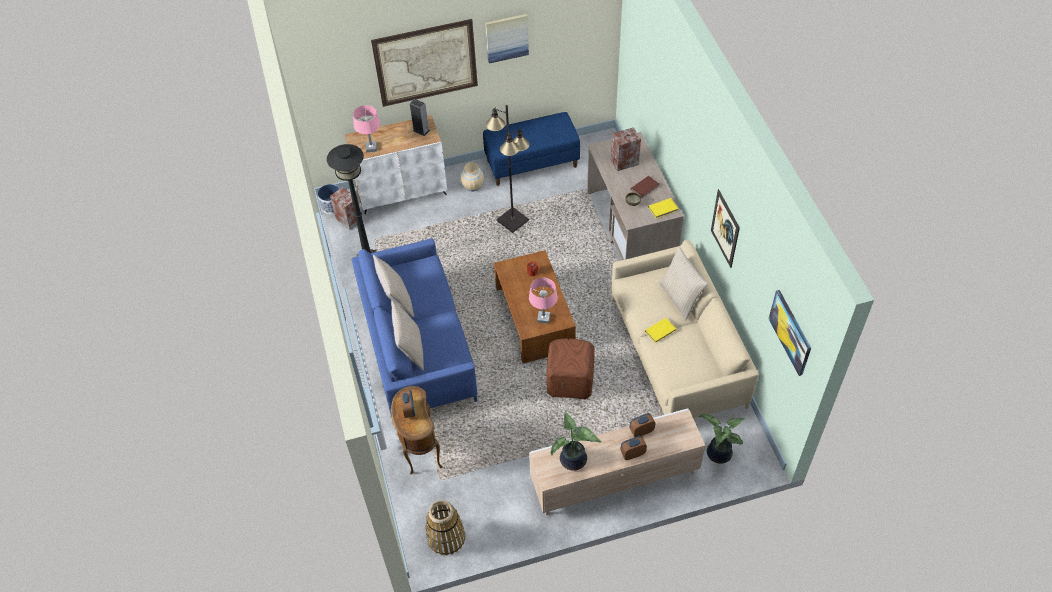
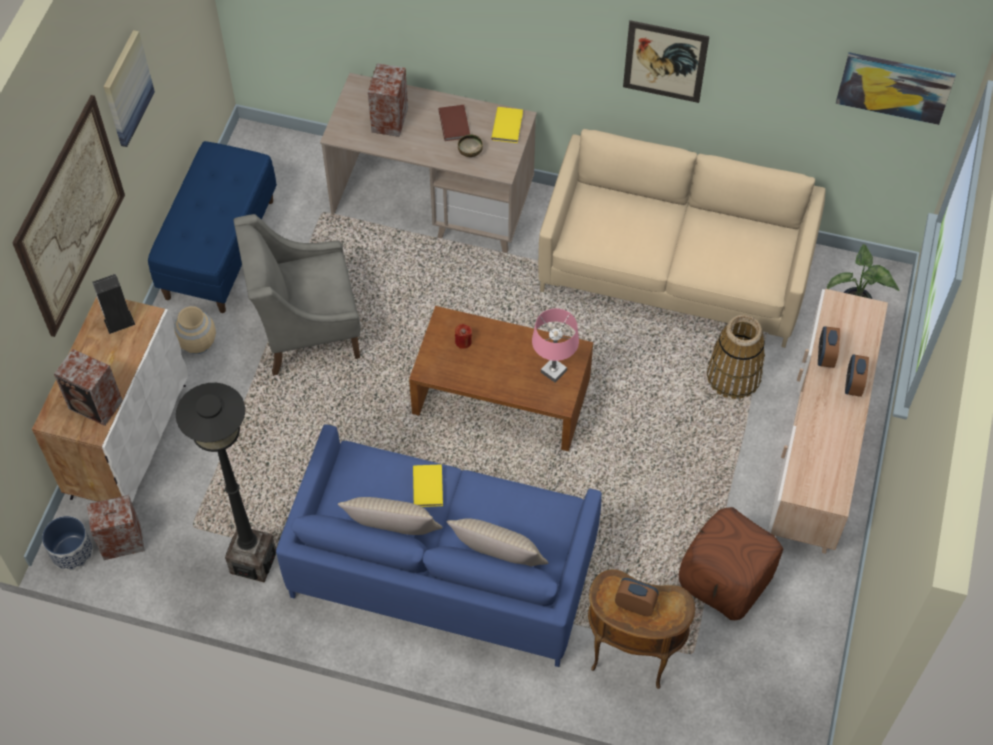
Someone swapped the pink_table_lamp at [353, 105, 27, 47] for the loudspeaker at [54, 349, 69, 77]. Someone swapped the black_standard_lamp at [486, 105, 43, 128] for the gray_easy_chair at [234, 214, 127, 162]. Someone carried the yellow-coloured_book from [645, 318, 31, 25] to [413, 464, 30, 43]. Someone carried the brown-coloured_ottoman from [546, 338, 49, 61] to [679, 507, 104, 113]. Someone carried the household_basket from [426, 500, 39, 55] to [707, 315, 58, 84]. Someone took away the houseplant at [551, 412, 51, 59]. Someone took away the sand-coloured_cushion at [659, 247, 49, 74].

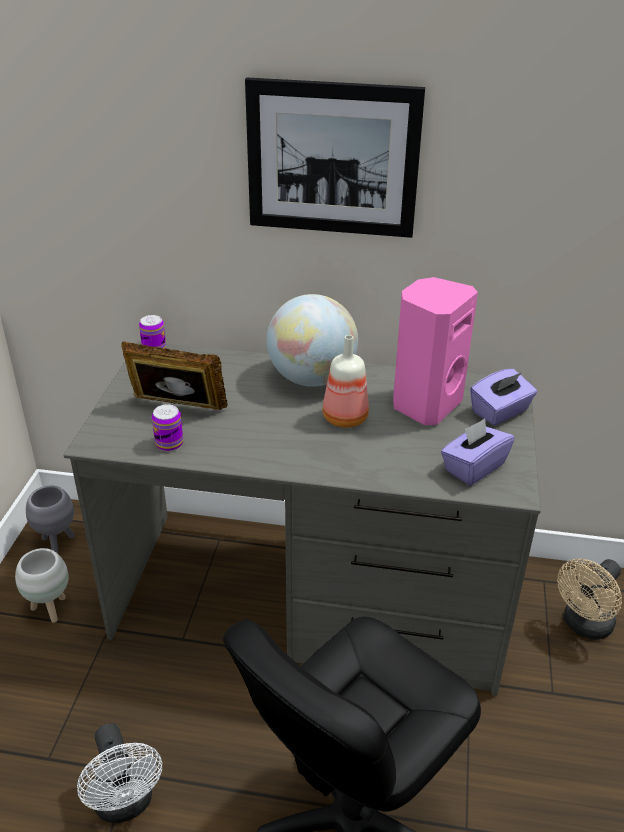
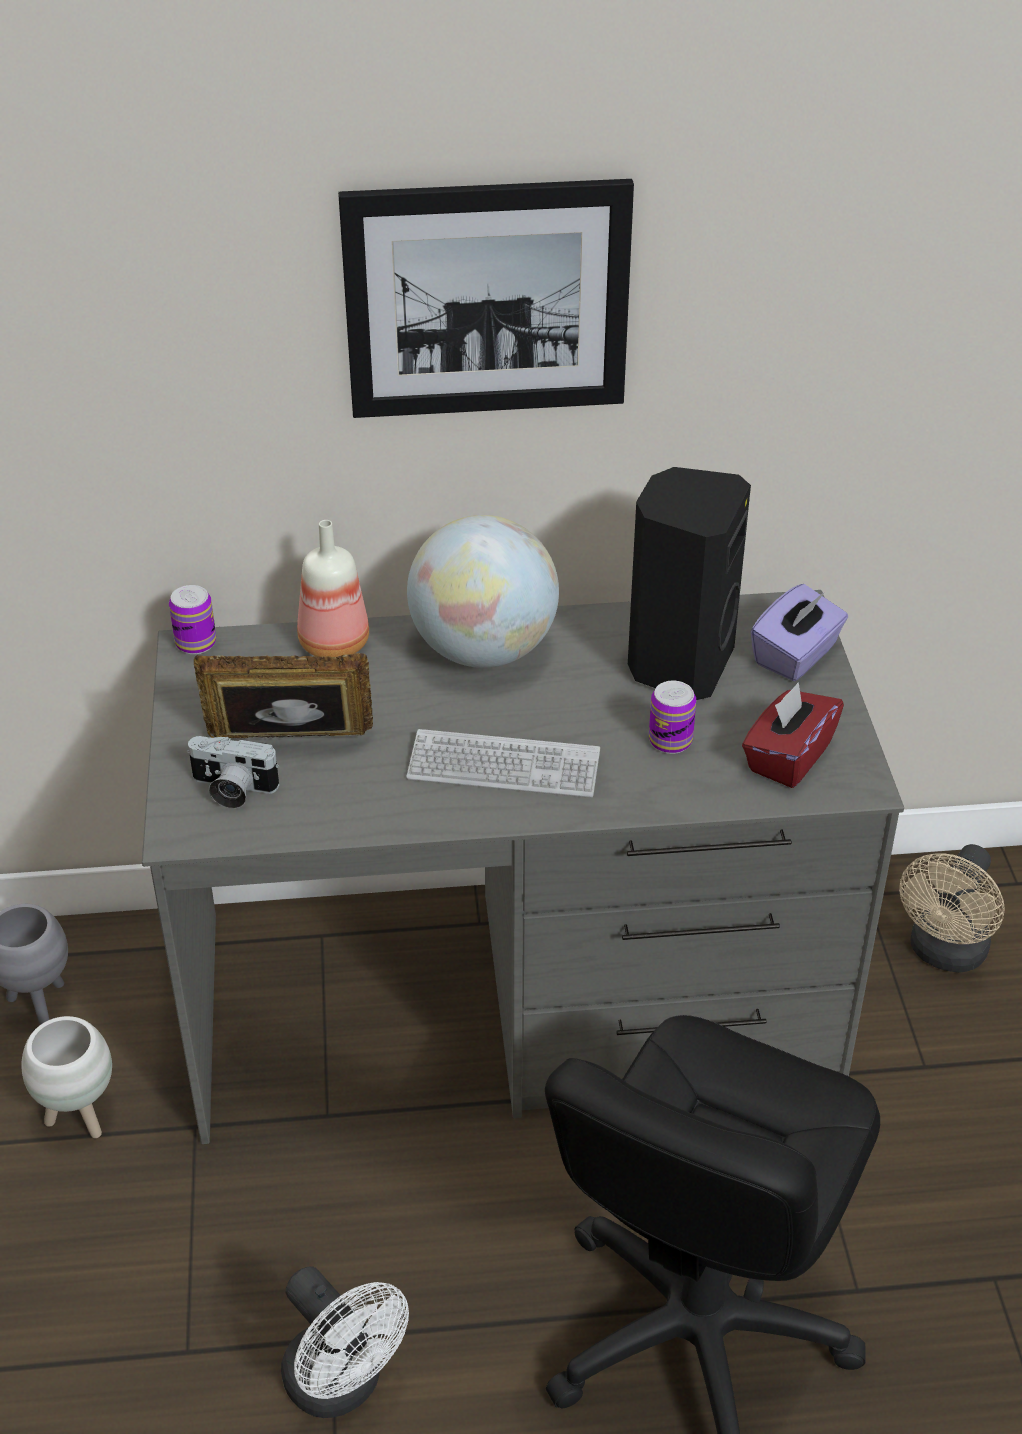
Someone put down the photo_camera at [187, 736, 93, 72]. Someone carried the bottle from [323, 335, 46, 93] to [297, 520, 72, 137]. Someone put down the PC_keyboard at [406, 729, 194, 69]. Someone repainted the pink_loudspeaker at [393, 277, 85, 148], which became the black_loudspeaker at [628, 467, 123, 233]. Someone carried the can from [152, 404, 31, 47] to [649, 681, 47, 73]. Someone repainted the purplish_tissue_holder at [441, 419, 74, 66], which became the reddish_tissue_holder at [742, 682, 102, 106].

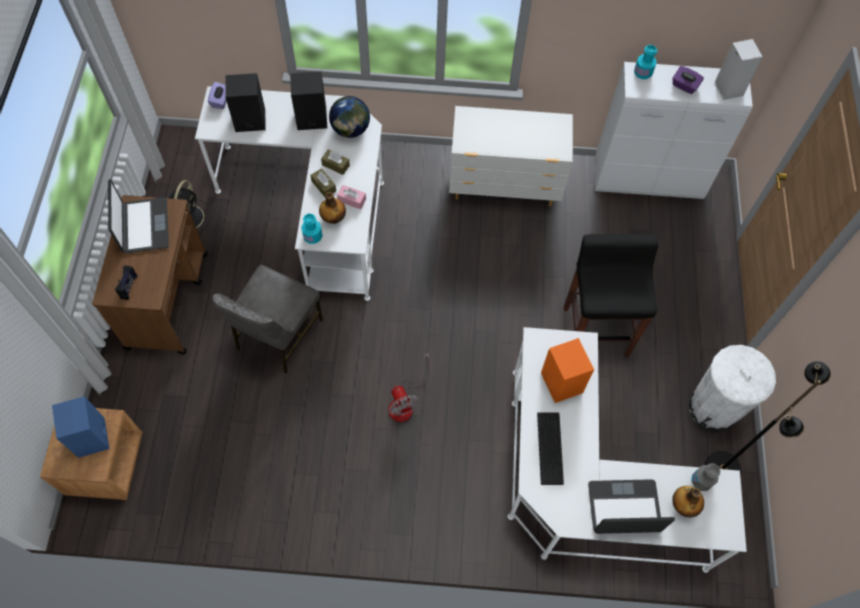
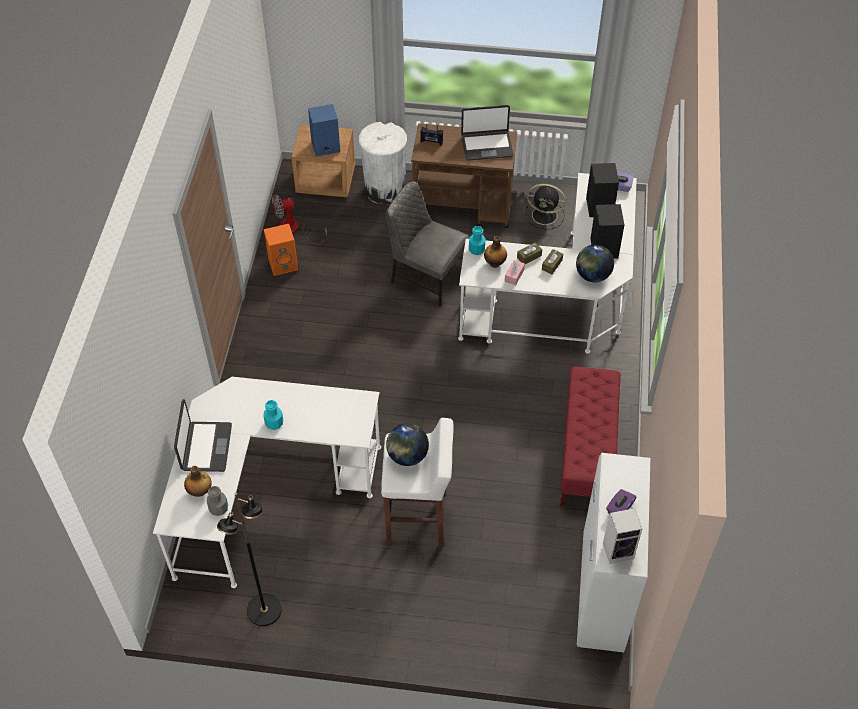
Someone carried the turquoise_bottle from [634, 45, 23, 34] to [263, 400, 20, 30]. Someone carried the orange_loudspeaker from [541, 338, 53, 65] to [264, 224, 34, 52]. Someone carried the fan from [389, 353, 40, 69] to [272, 194, 55, 50]. Someone carried the white_rubbish_bin from [689, 345, 87, 87] to [359, 122, 48, 83]. Someone repainted the black_stool at [564, 234, 95, 123], which became the white_stool at [381, 418, 72, 128]. Someone put down the globe at [386, 423, 43, 43]. Someone swapped the white_drawer_chest at [449, 106, 124, 101] for the reddish_indoor_bench at [560, 366, 61, 141]. Someone took away the PC_keyboard at [537, 413, 27, 72].

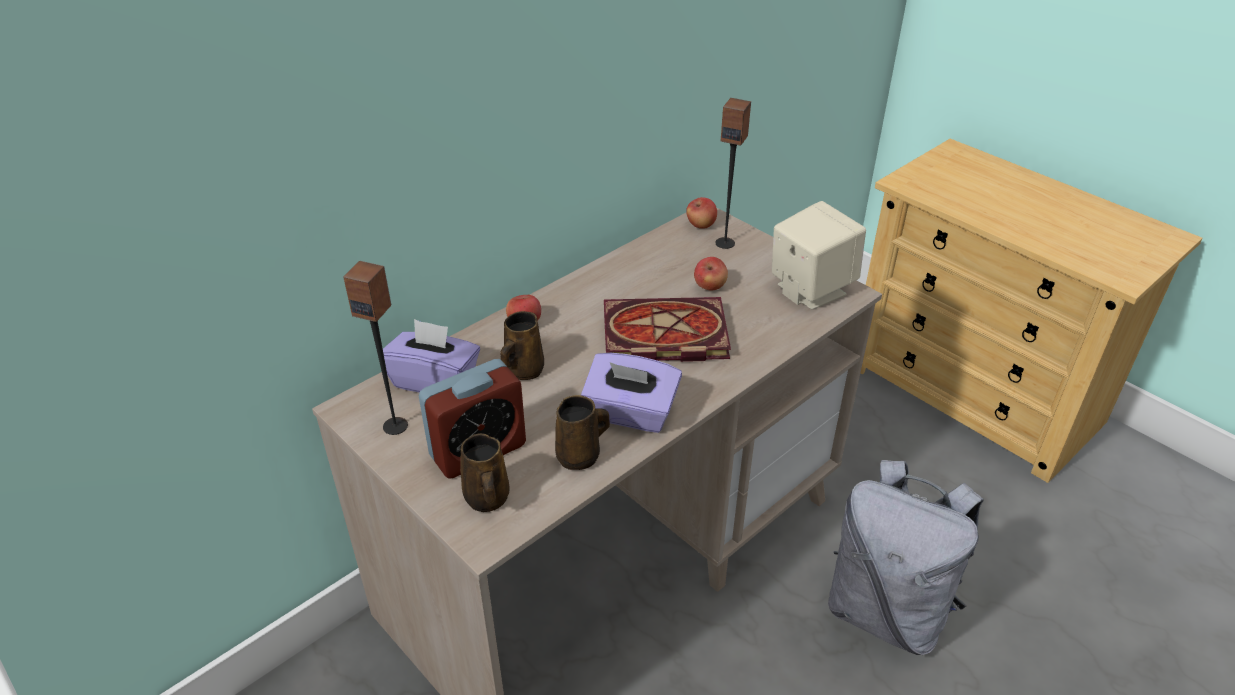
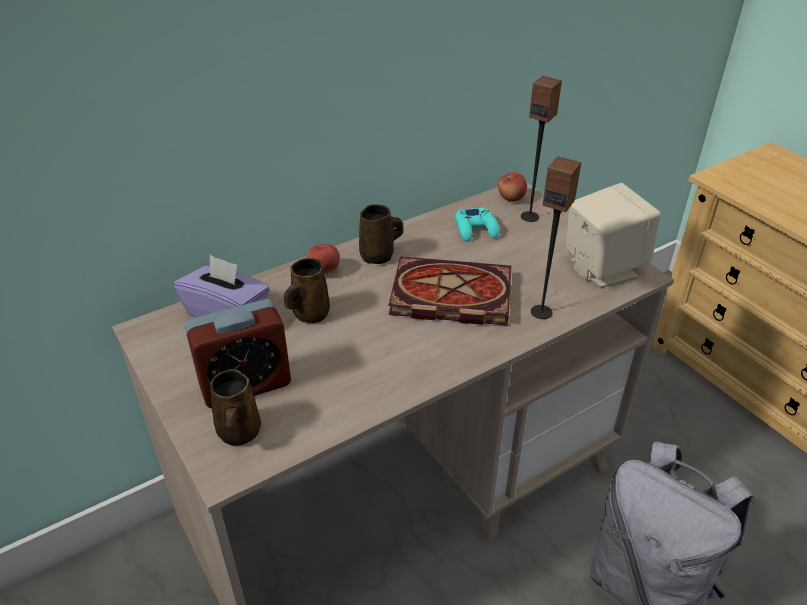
Someone carried the brown-coloured_coffee_mug from [555, 395, 55, 75] to [359, 204, 44, 60]. Someone put down the turquoise_joypad at [455, 208, 44, 34]. Someone carried the loudspeaker from [343, 261, 65, 174] to [531, 156, 50, 163]. Someone took away the purplish_tissue_holder at [581, 353, 101, 80]. Someone took away the apple_fruit at [694, 257, 34, 34].

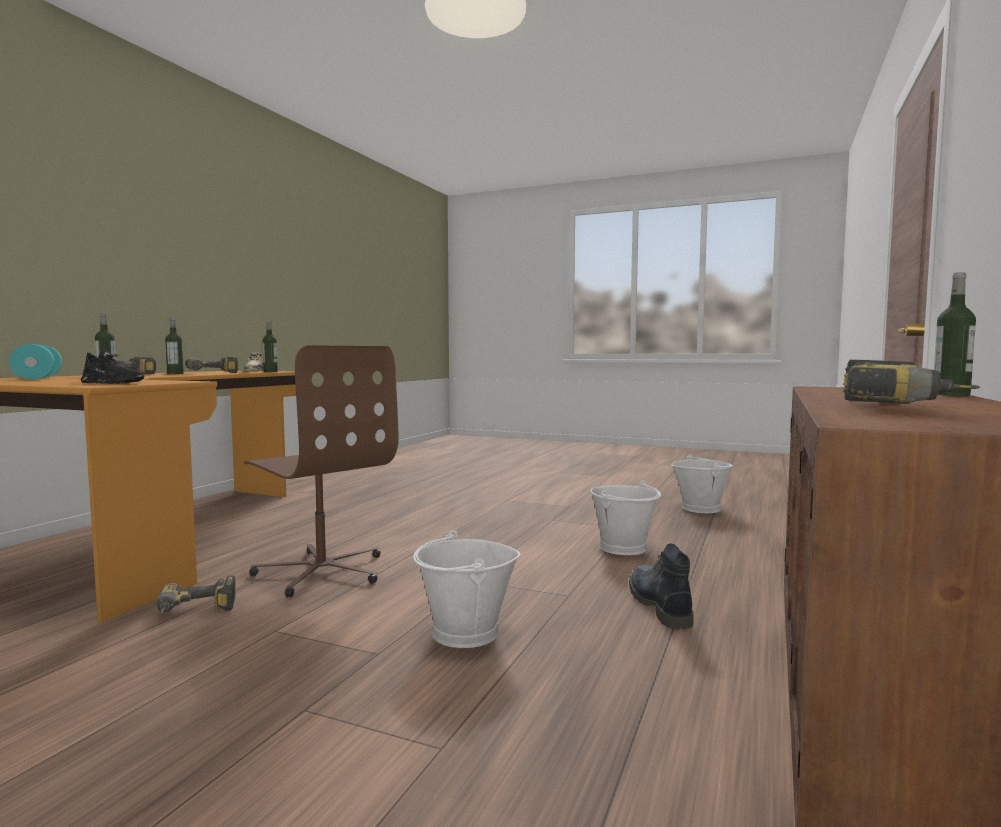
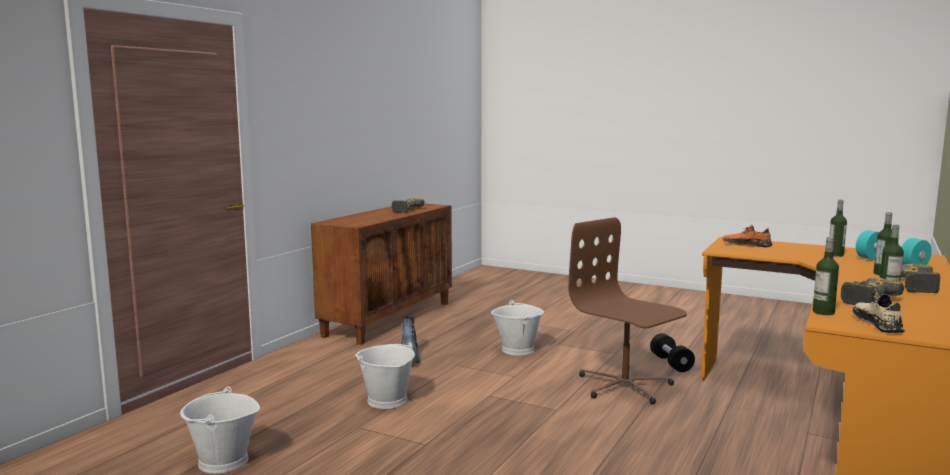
Someone swapped the power_drill at [157, 575, 78, 38] for the black_hand_weight at [650, 333, 45, 39]. Someone repainted the black_item_of_footwear at [81, 351, 63, 33], which became the orange_item_of_footwear at [722, 225, 50, 22]. Someone carried the bottle from [934, 272, 42, 124] to [829, 200, 18, 57].

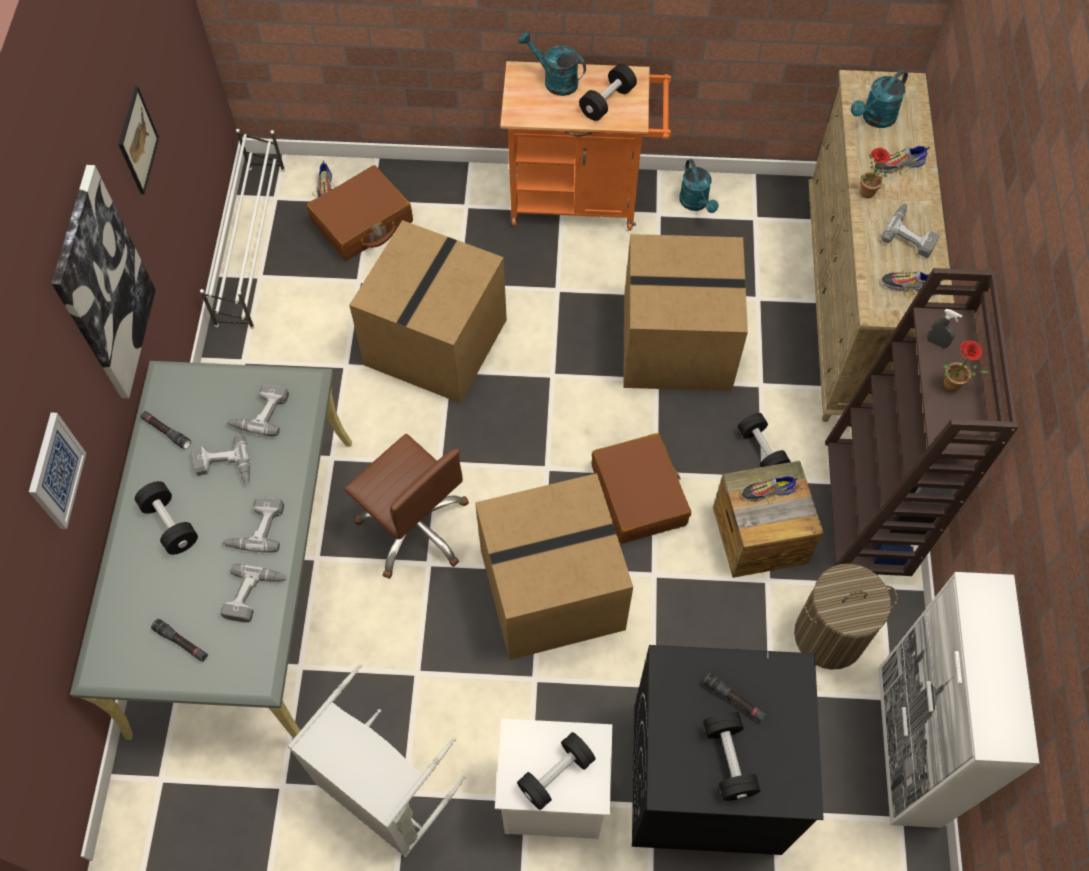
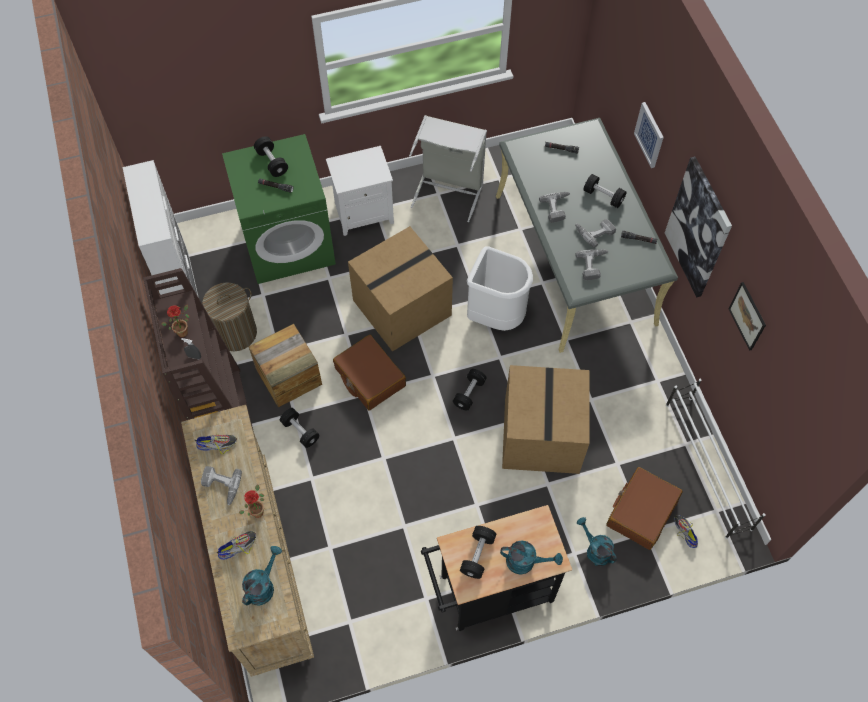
Someone repainted the black_washing_machine at [632, 645, 192, 210], which became the green-coloured_washing_machine at [222, 134, 114, 150]. Someone repainted the orange_cart at [500, 61, 171, 170], which became the black_cart at [421, 505, 151, 126]. Someone carried the black_hand_weight from [517, 732, 79, 78] to [453, 369, 34, 42]. Someone swapped the brown-coloured_office_chair at [344, 434, 125, 145] for the white_rubbish_bin at [467, 246, 66, 85]. Someone carried the turquoise_watering_pot from [679, 159, 40, 54] to [577, 517, 40, 49]. Someone took away the power_drill at [221, 564, 67, 58]. Someone took away the carton at [623, 234, 125, 157]. Someone took away the item_of_footwear at [742, 476, 56, 28].

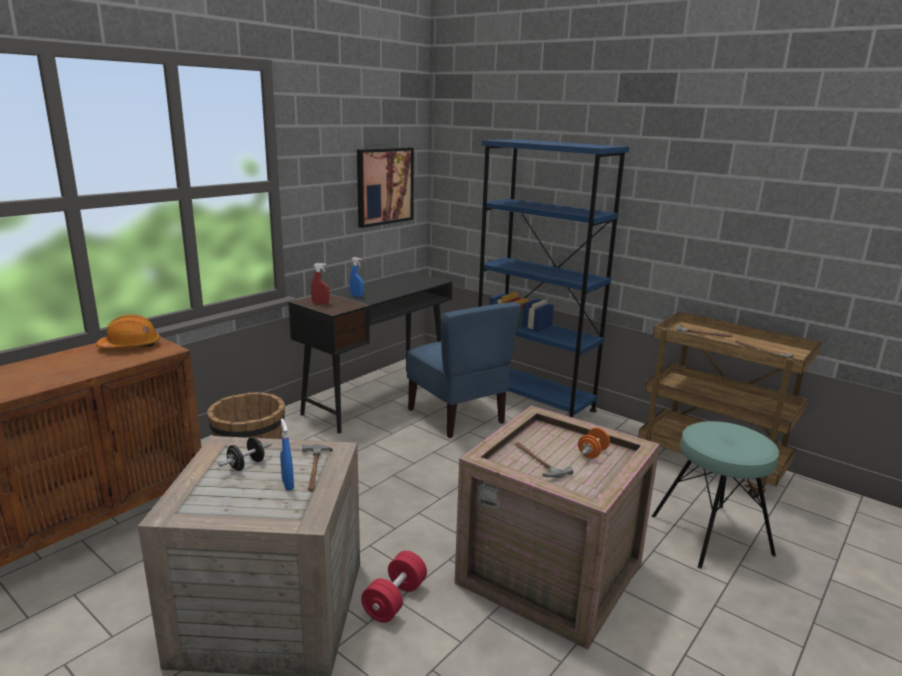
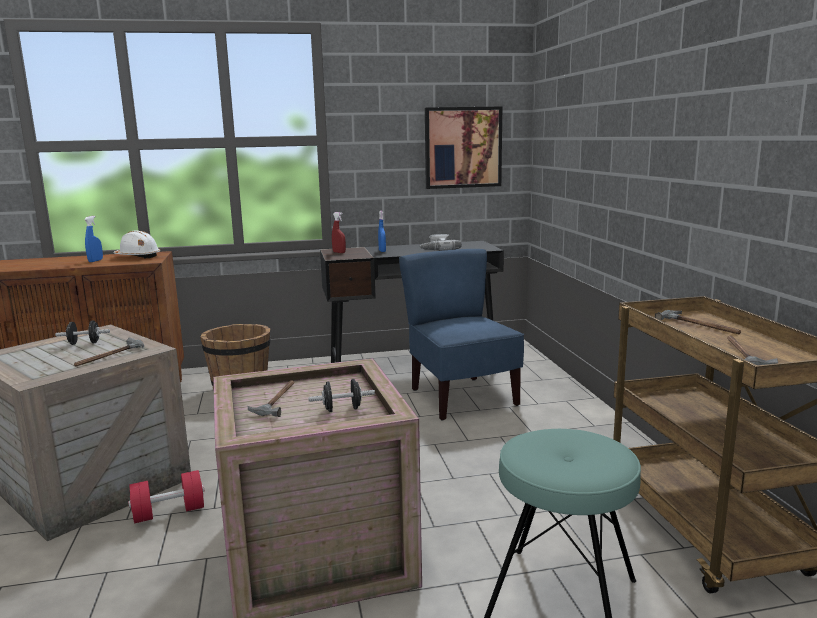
Someone carried the bluish_spray_bottle from [280, 418, 14, 72] to [84, 216, 19, 46]. Someone repainted the orange_safety_helmet at [96, 314, 64, 34], which became the white_safety_helmet at [114, 231, 46, 28]. Someone repainted the orange_hand_weight at [578, 427, 32, 32], which became the black_hand_weight at [308, 379, 67, 33]. Someone rotated the bluish_chair at [407, 302, 114, 136] by 150 degrees clockwise. Someone put down the power_drill at [419, 234, 43, 16]. Someone took away the bluish_bookshelf at [478, 139, 151, 279].

